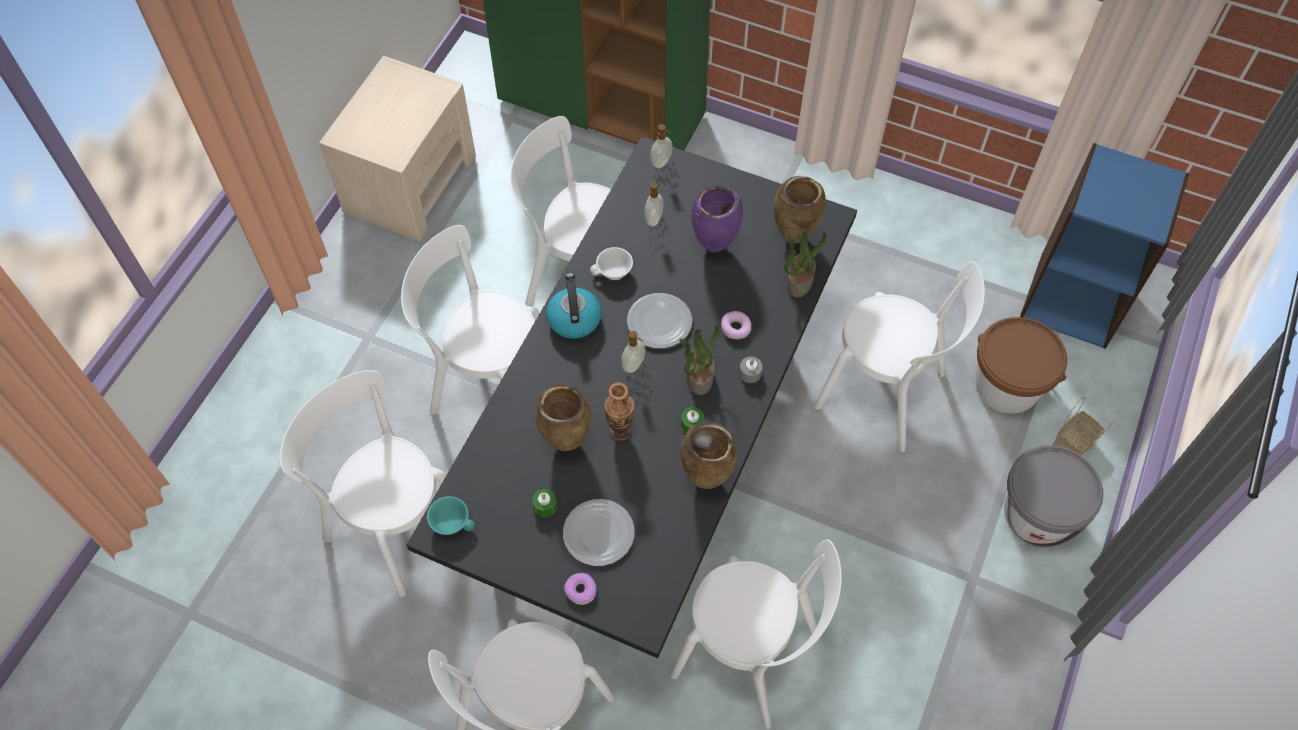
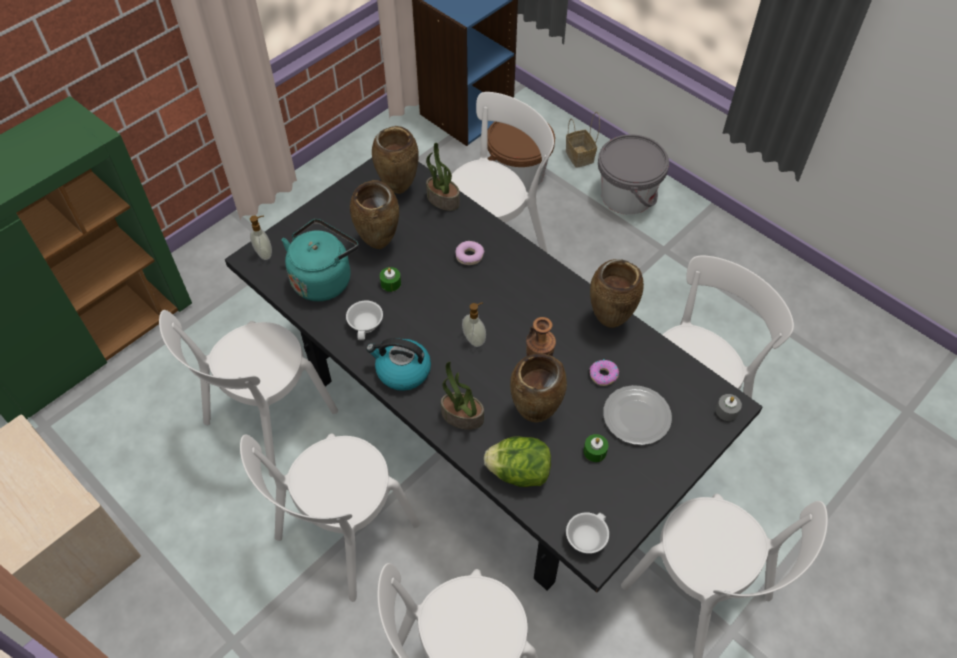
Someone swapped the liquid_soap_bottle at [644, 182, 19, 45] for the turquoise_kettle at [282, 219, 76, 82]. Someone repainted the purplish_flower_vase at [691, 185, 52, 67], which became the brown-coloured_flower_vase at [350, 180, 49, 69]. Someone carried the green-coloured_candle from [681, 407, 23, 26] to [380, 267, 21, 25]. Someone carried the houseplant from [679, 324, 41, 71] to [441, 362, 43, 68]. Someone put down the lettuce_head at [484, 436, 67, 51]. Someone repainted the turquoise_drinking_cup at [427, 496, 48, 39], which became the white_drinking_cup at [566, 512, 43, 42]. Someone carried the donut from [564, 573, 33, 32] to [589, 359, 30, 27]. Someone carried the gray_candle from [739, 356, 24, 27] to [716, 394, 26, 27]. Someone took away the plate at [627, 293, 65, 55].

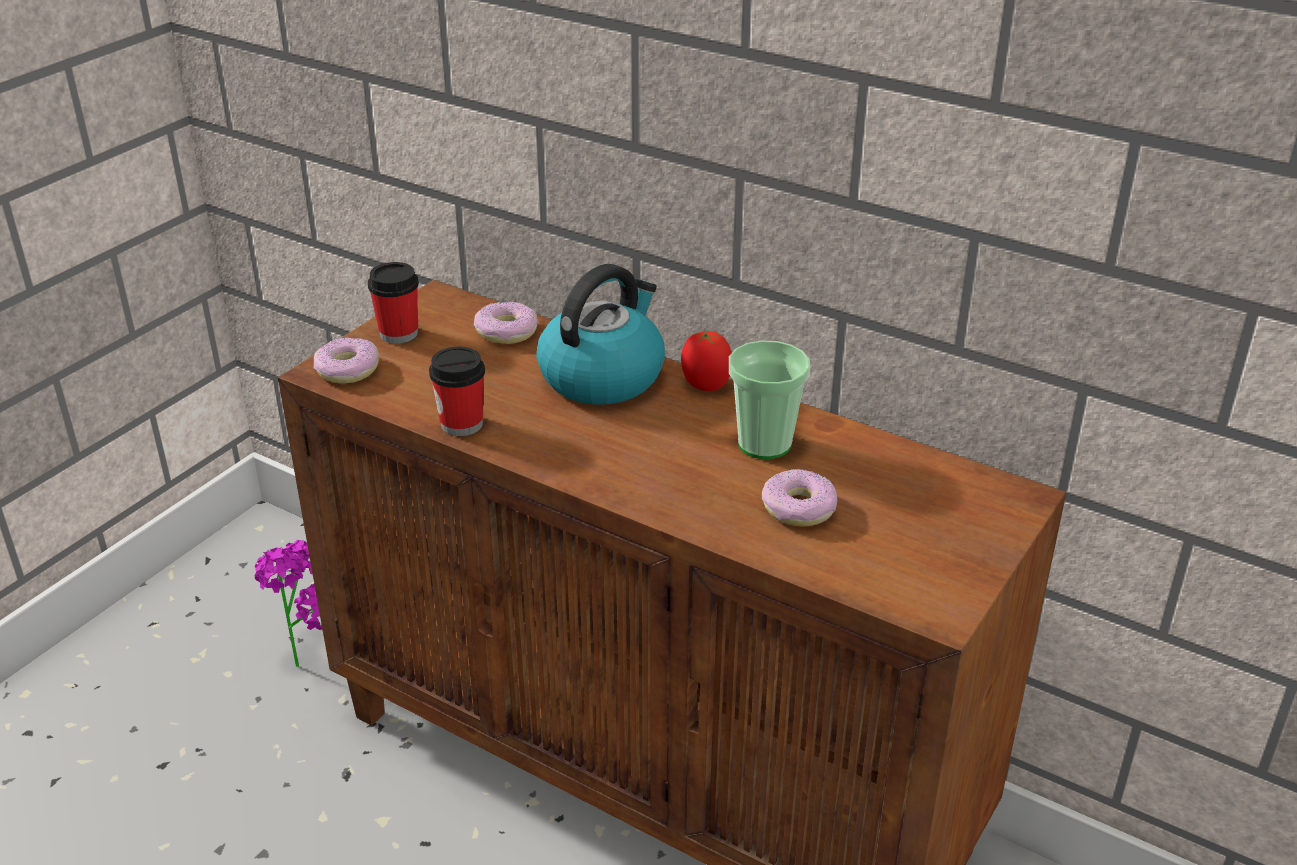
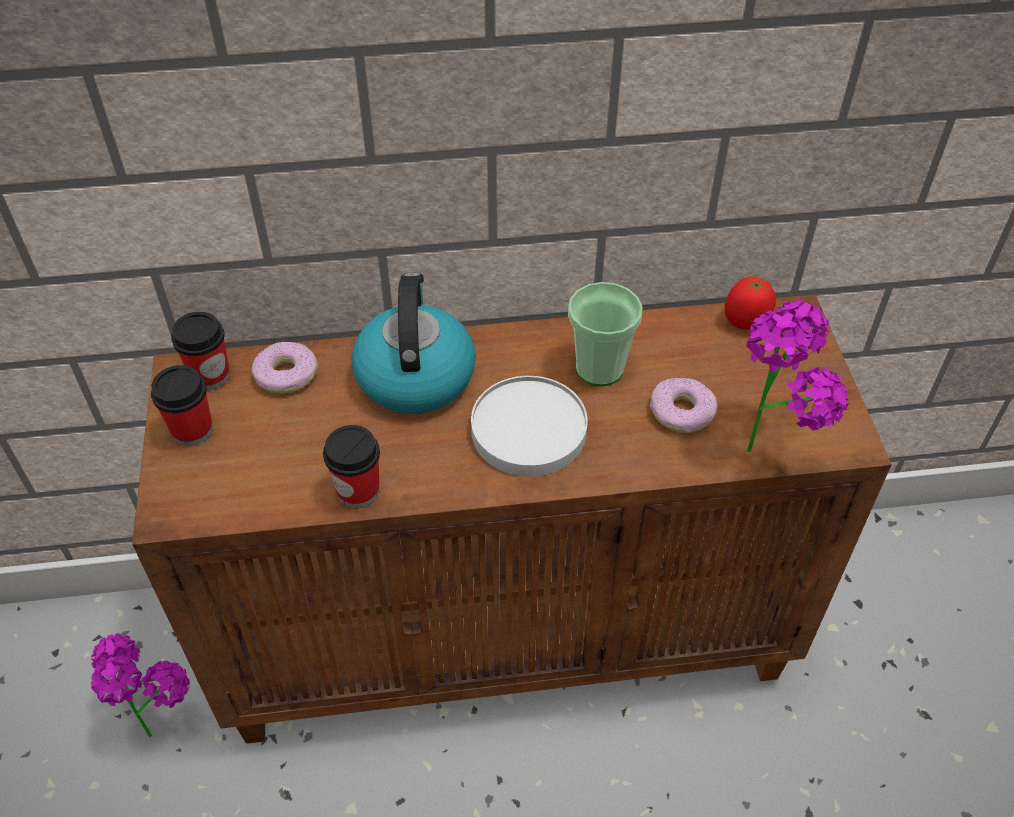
Someone put down the drinking_cup at [171, 312, 59, 79]. Someone put down the white_plate at [471, 376, 117, 100]. Someone carried the fresh_tomato from [681, 331, 51, 60] to [725, 276, 51, 54]. Someone put down the houseplant at [746, 300, 103, 152]. Someone took away the donut at [314, 337, 66, 47].

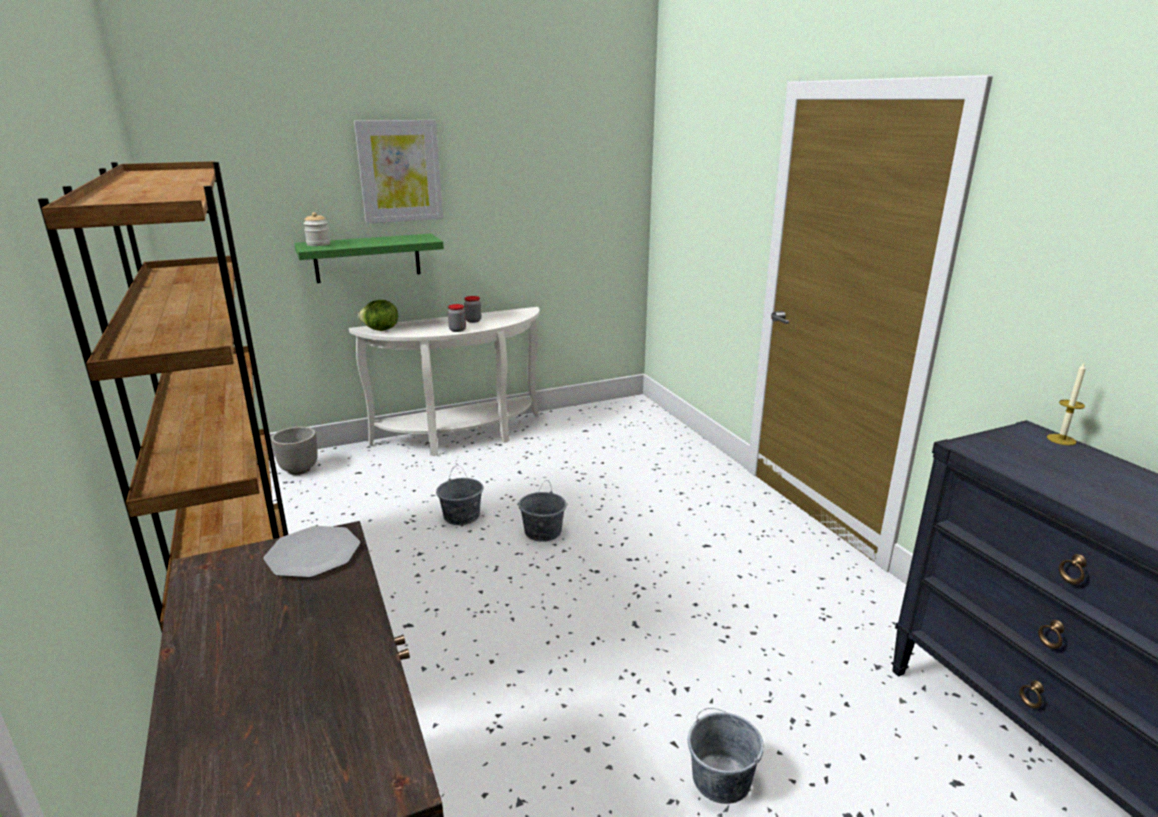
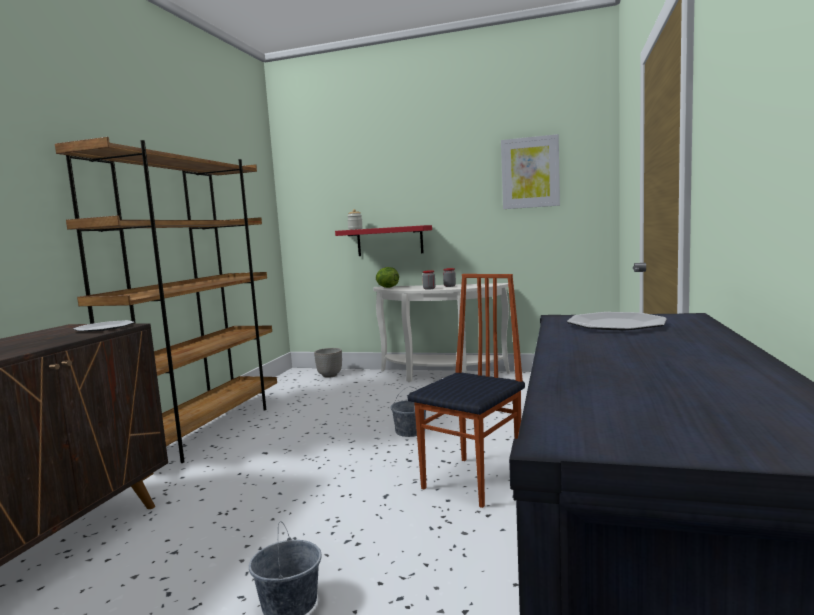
Someone repainted the green-coloured_shelf at [294, 234, 150, 49], which became the reddish_shelf at [335, 225, 97, 31]. Someone put down the chair at [408, 274, 117, 234]. Someone carried the wall_picture from [354, 120, 89, 104] to [501, 134, 59, 75]. Someone put down the plate at [567, 312, 100, 18]. Someone took away the gray_bucket at [436, 466, 47, 59]. Someone took away the candle at [1047, 363, 39, 82].

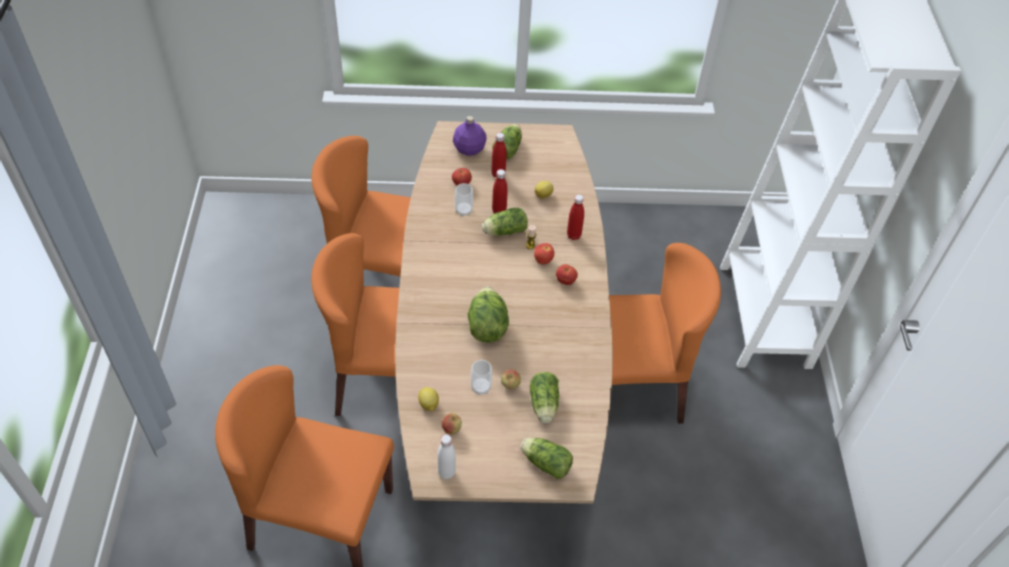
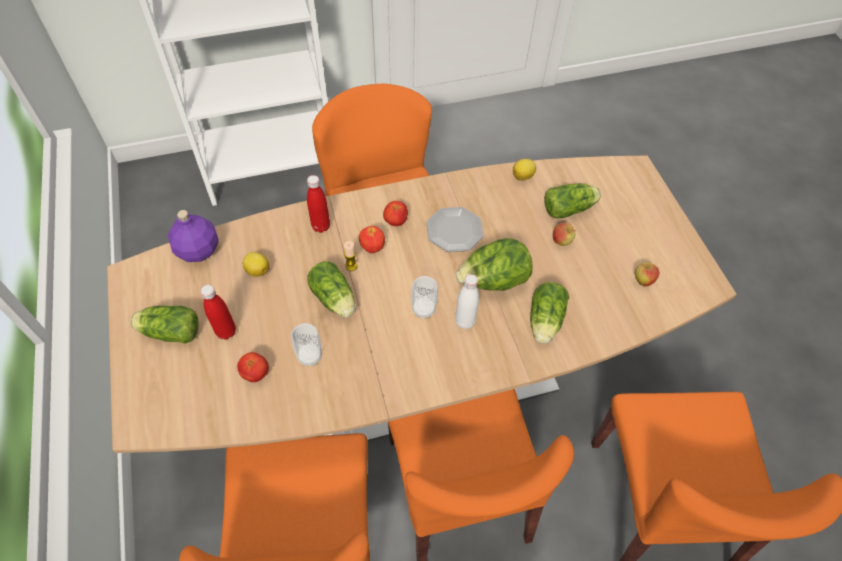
Someone carried the purplish_bottle from [453, 116, 34, 40] to [167, 210, 51, 52]. Someone carried the drinking_cup from [471, 360, 21, 35] to [411, 276, 27, 42]. Someone put down the plate at [426, 207, 58, 45]. Someone carried the white_bottle from [437, 434, 19, 45] to [455, 274, 24, 55]. Someone carried the citrus_fruit from [418, 387, 21, 24] to [513, 159, 23, 22]. Someone carried the lettuce_head from [521, 438, 52, 41] to [530, 282, 39, 62]. Someone took away the reddish_bottle at [492, 169, 16, 44].

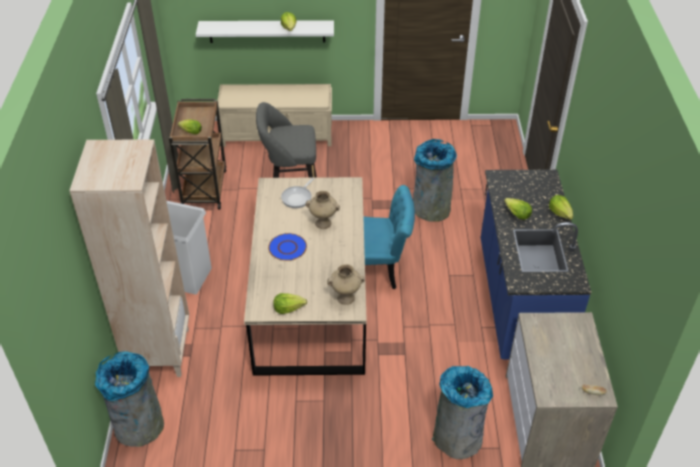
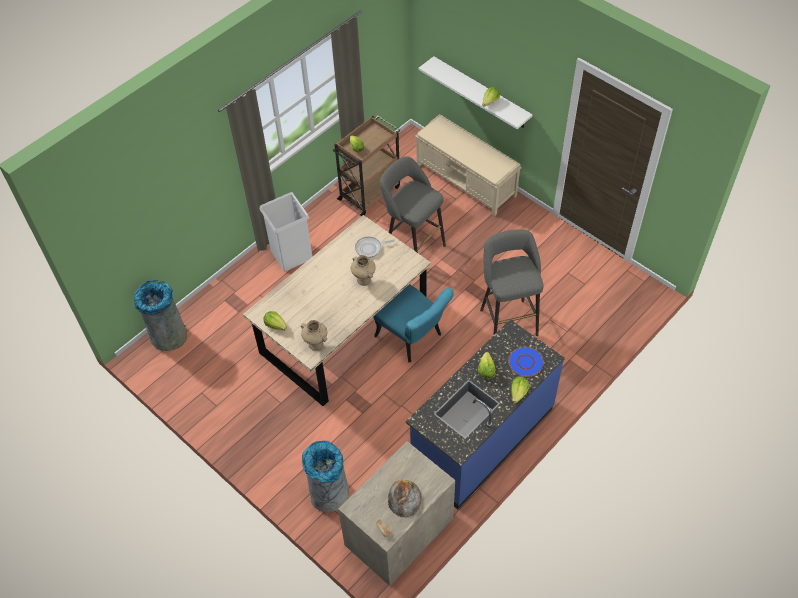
Someone put down the baked_bread at [388, 480, 34, 37]. Someone swapped the gray_rubbish_bin at [413, 139, 44, 83] for the gray_stool at [480, 229, 64, 107]. Someone carried the bluish_plate from [268, 233, 39, 28] to [508, 347, 36, 30]. Someone took away the sand-coloured_bookshelf at [69, 139, 120, 238].

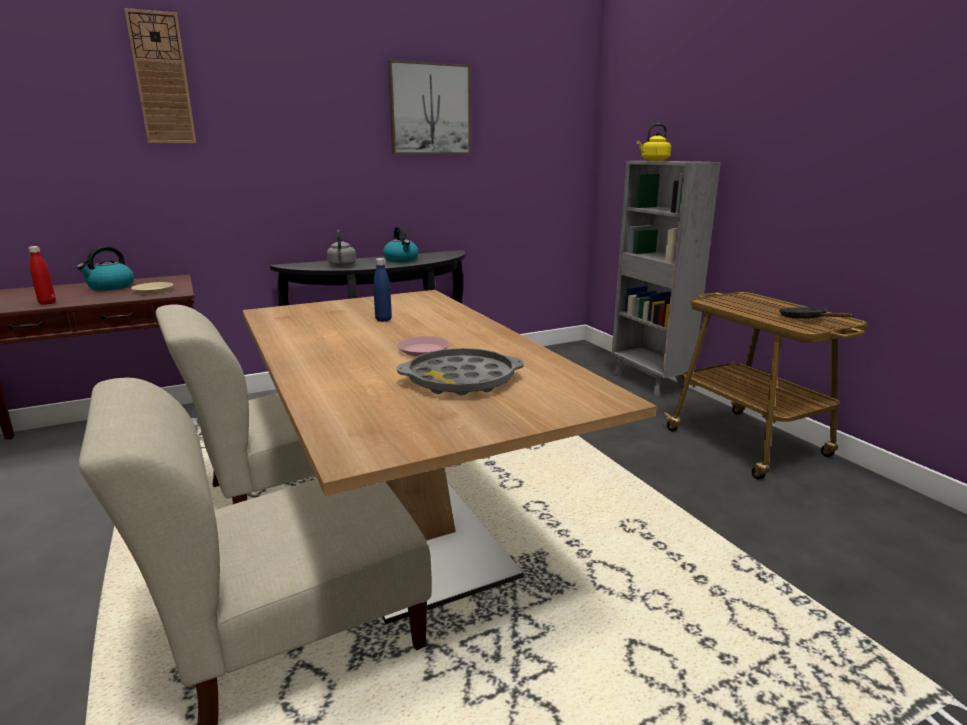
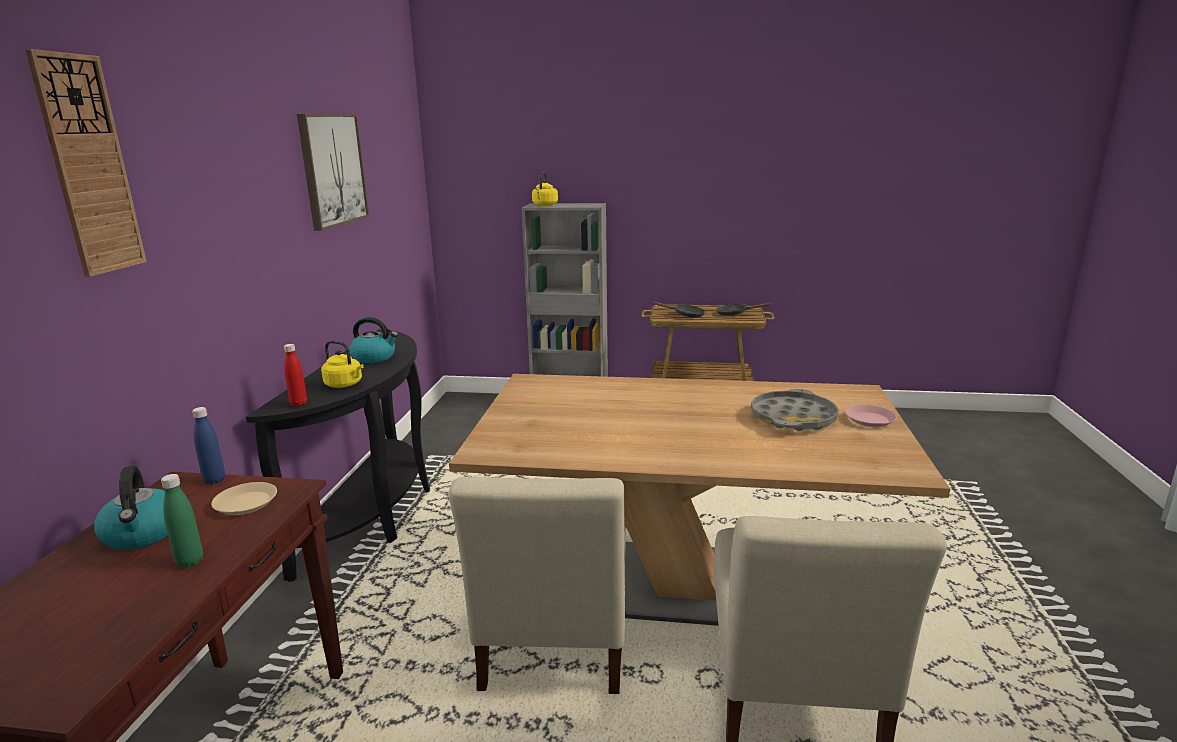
Someone put down the green-coloured_bottle at [161, 474, 42, 94]. Someone carried the bluish_bottle from [373, 258, 19, 64] to [192, 407, 33, 77]. Someone carried the reddish_bottle from [28, 246, 28, 59] to [284, 344, 23, 63]. Someone repainted the gray_kettle at [327, 230, 29, 37], which became the yellow-coloured_kettle at [321, 340, 43, 48]. Someone put down the black_pan at [652, 302, 53, 16]. Someone carried the pink_plate from [397, 336, 53, 21] to [845, 405, 52, 22].

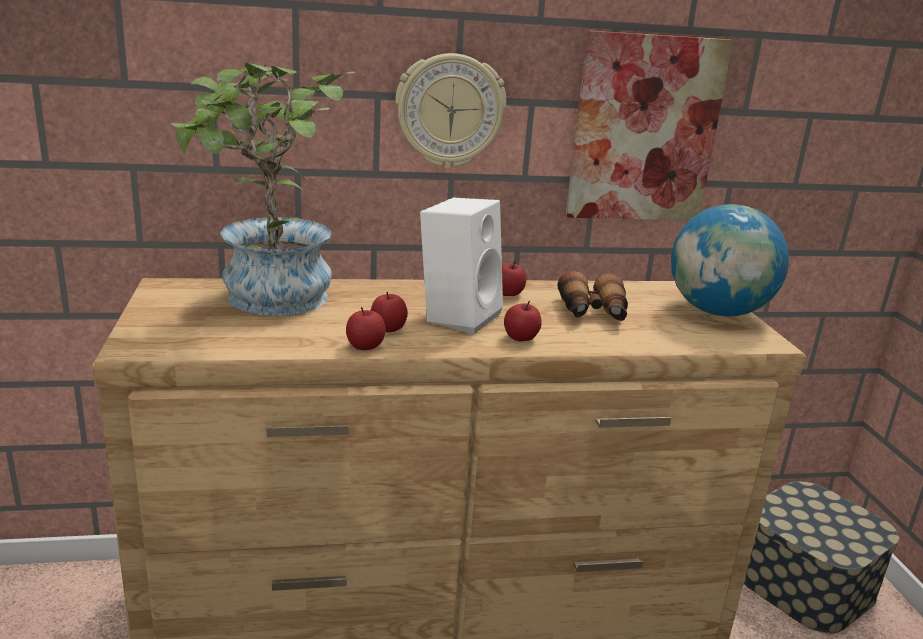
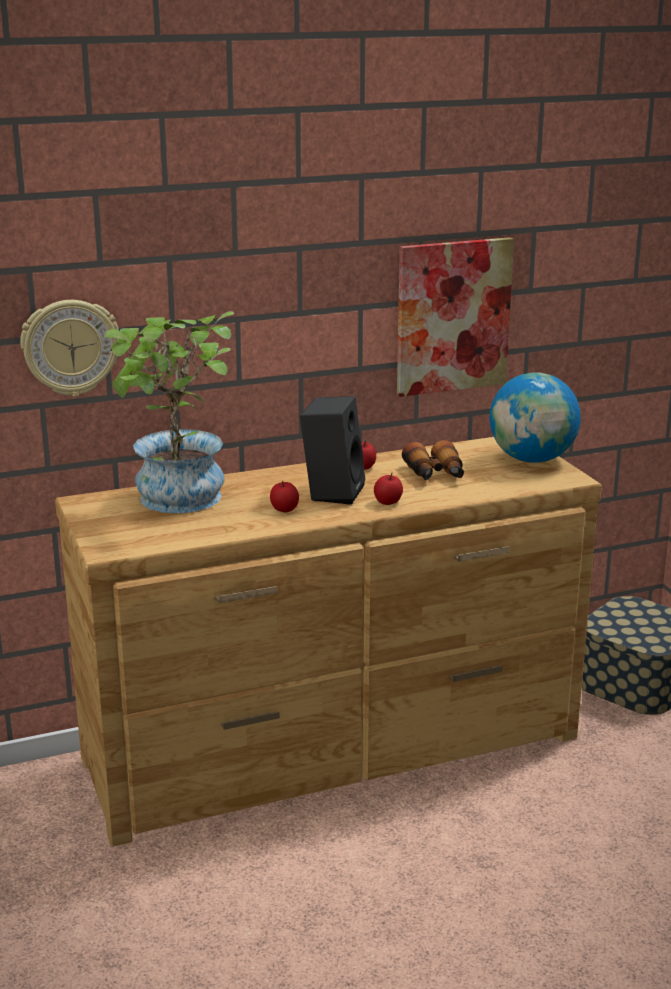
Someone carried the wall_clock from [395, 53, 111, 115] to [20, 300, 99, 97]. Someone repainted the white_loudspeaker at [420, 197, 83, 137], which became the black_loudspeaker at [300, 396, 65, 109]. Someone took away the apple_fruit at [346, 307, 40, 43].

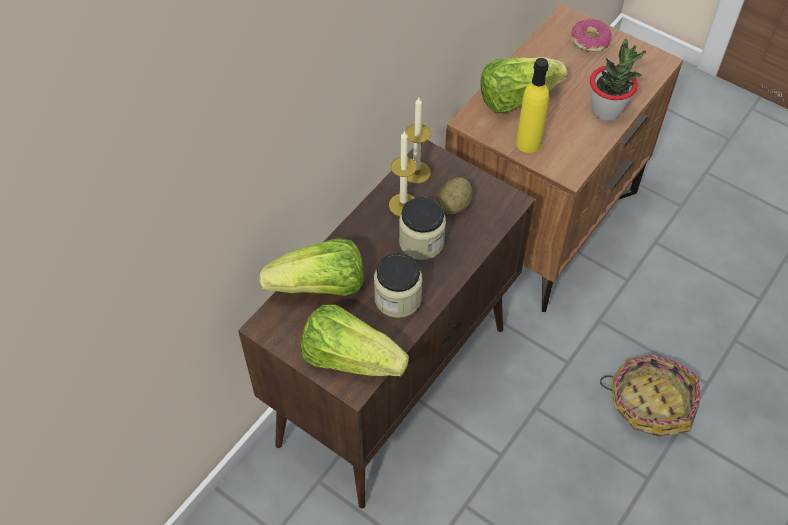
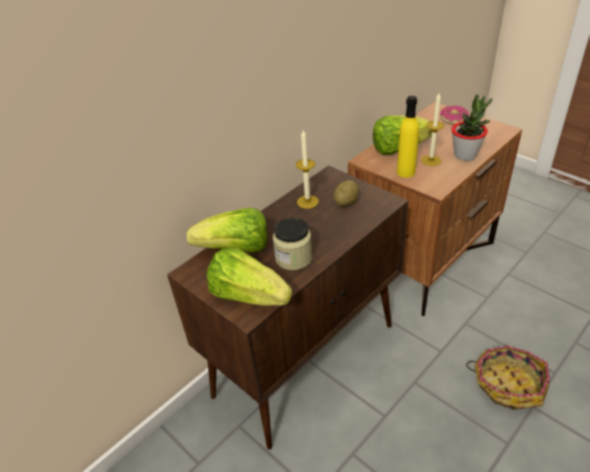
Someone carried the candle from [405, 97, 26, 87] to [421, 93, 23, 73]. Someone took away the storage_jar at [399, 197, 47, 63].

